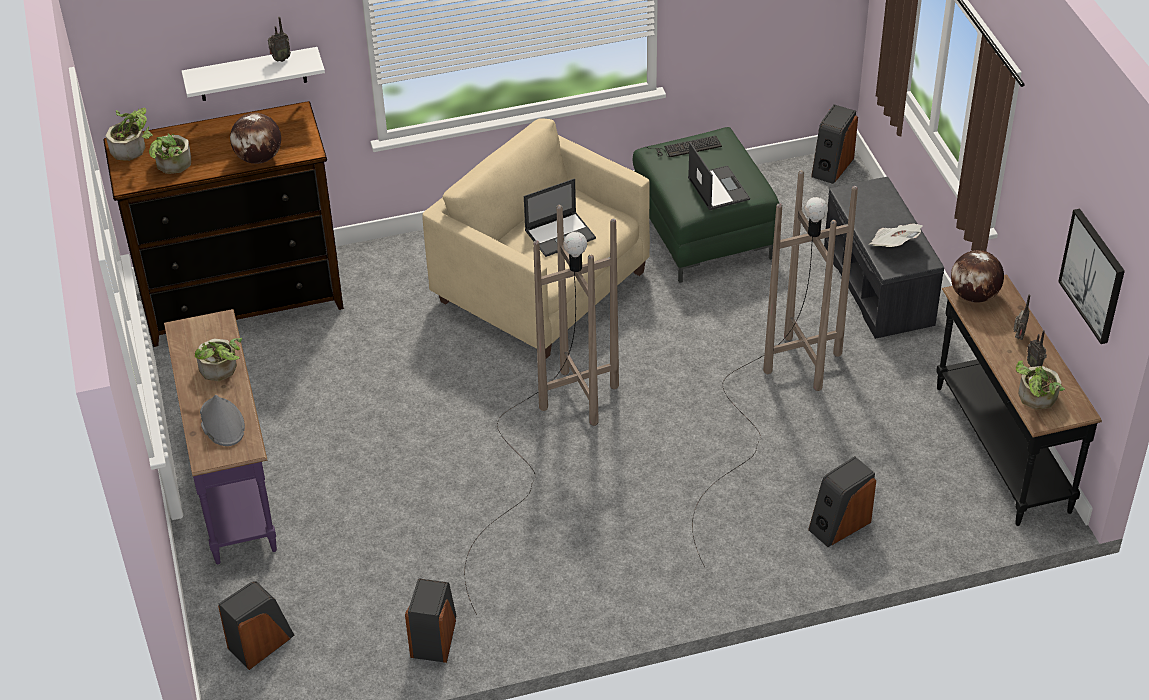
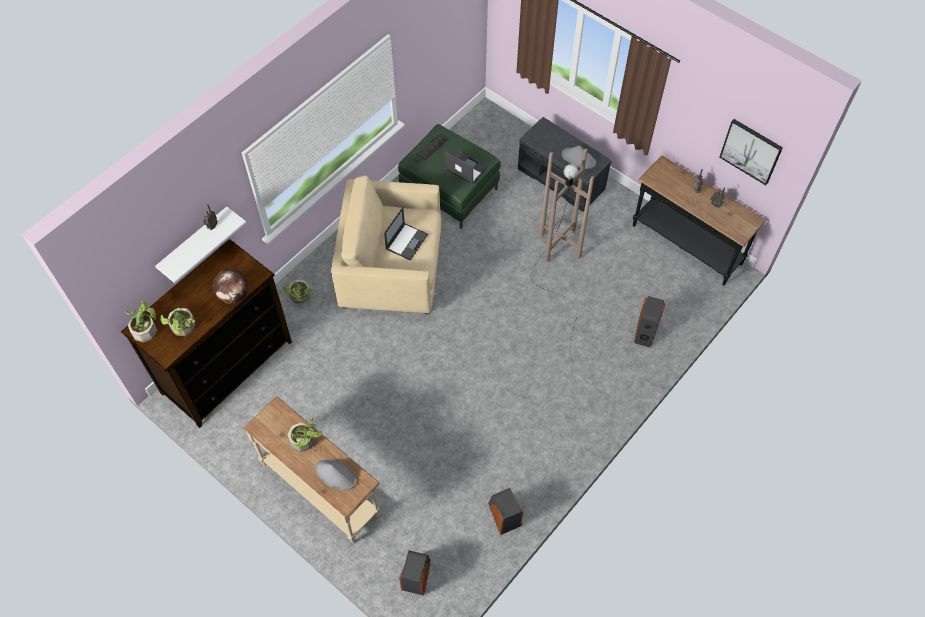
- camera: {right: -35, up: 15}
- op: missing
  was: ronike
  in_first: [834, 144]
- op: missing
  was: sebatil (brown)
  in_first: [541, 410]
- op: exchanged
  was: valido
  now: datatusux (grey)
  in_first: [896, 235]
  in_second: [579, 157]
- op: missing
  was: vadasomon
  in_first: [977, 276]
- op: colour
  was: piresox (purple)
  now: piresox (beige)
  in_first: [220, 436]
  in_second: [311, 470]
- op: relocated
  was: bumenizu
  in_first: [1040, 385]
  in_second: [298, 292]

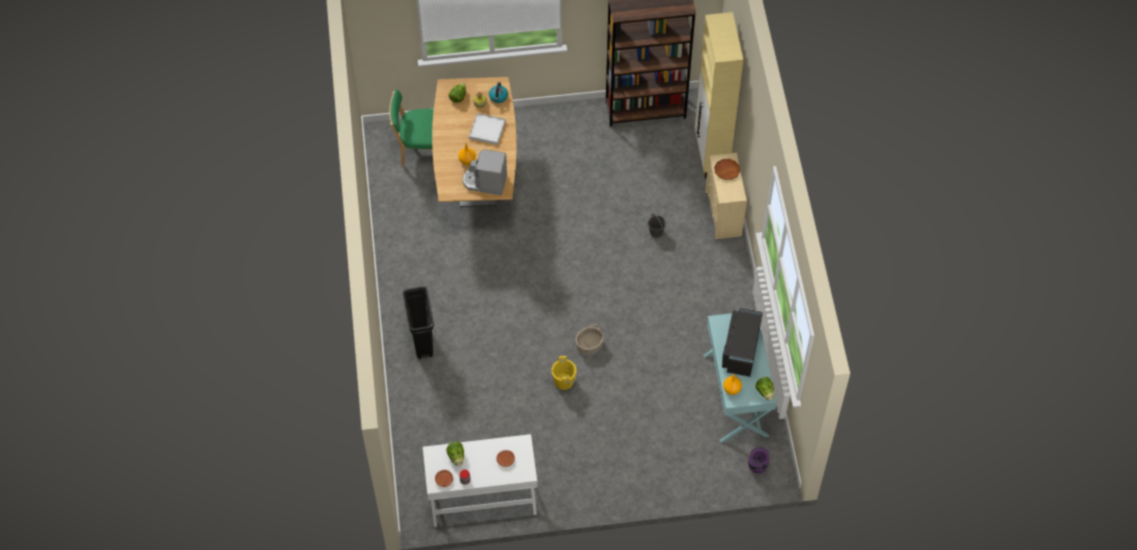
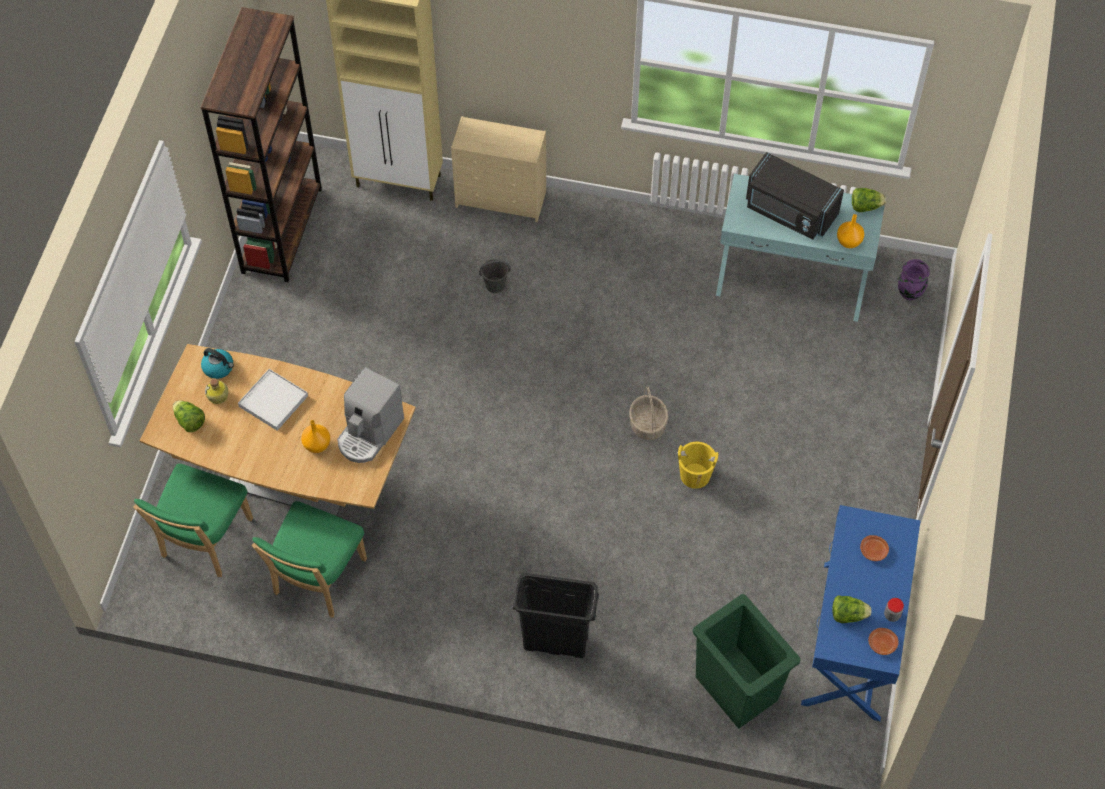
- camera: {right: -70, up: 0}
- op: missing
  was: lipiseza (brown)
  in_first: [727, 169]
- op: colour
  was: piresox (white)
  now: piresox (blue)
  in_first: [480, 480]
  in_second: [860, 613]
- op: appeared
  now: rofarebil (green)
  in_second: [309, 559]
- op: appeared
  now: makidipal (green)
  in_second: [746, 661]

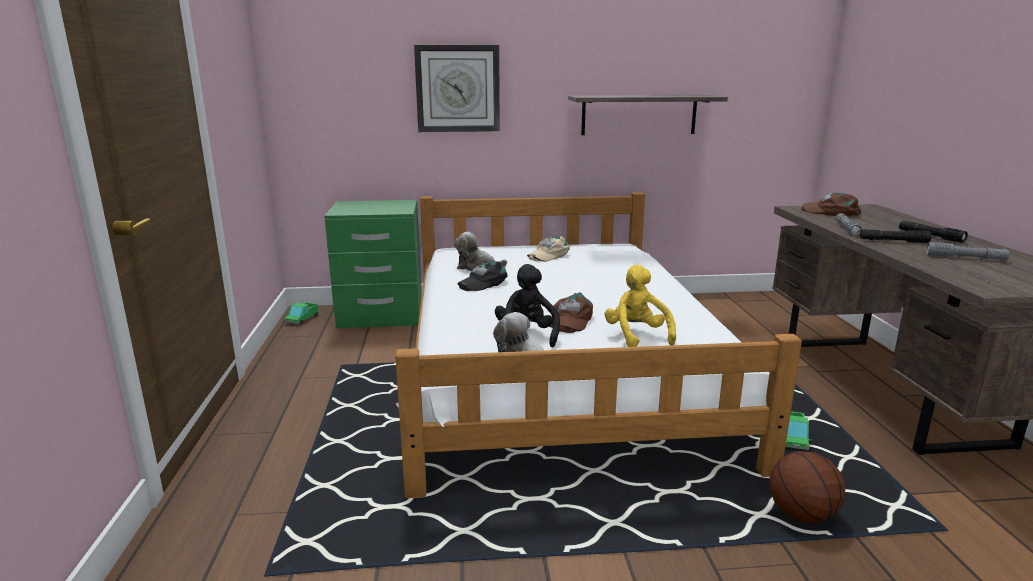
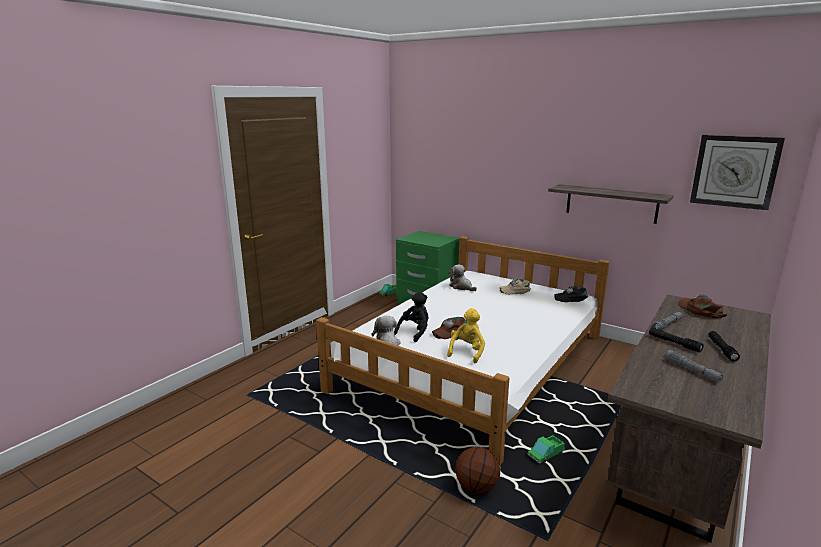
- camera: {right: 40, up: 0}
- op: relocated
  was: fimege
  in_first: [457, 88]
  in_second: [737, 172]
- op: relocated
  was: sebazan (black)
  in_first: [482, 276]
  in_second: [571, 294]

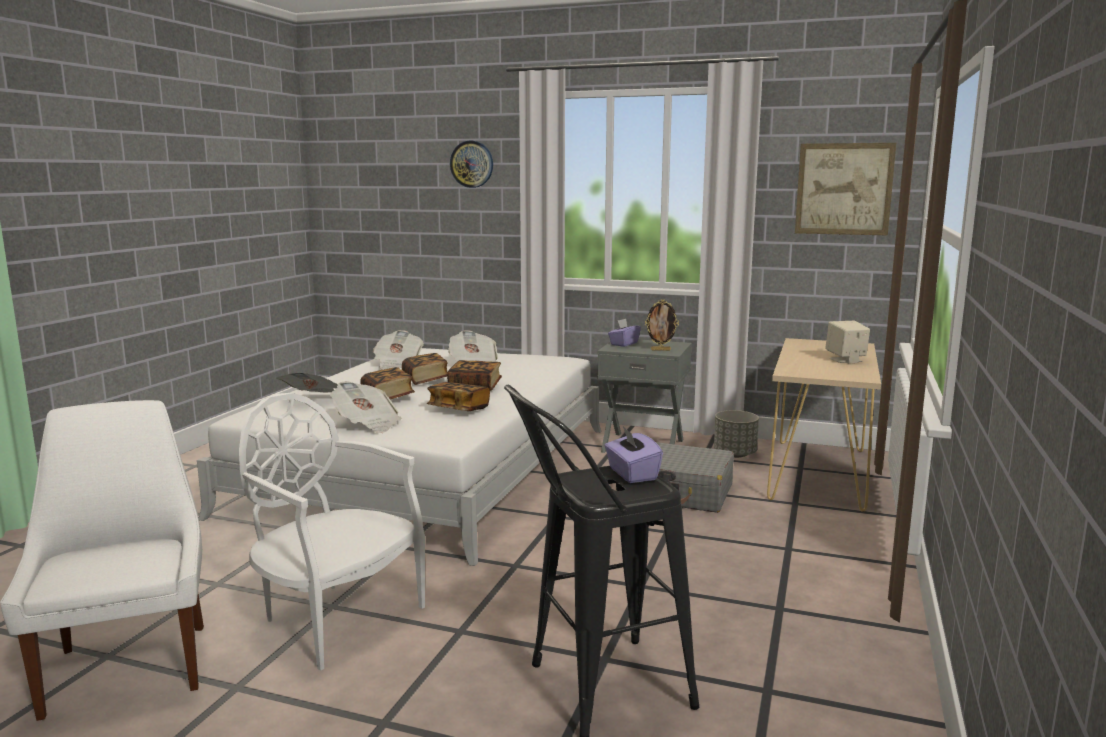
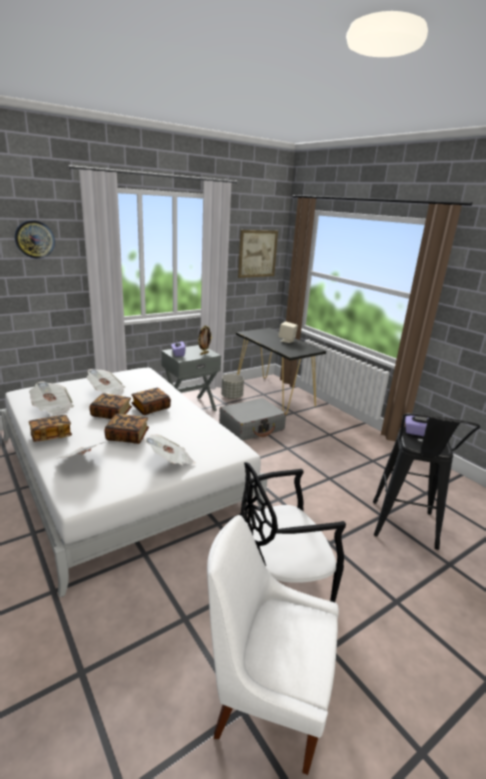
- camera: {right: -55, up: 10}
- op: colour
  was: piresox (beige)
  now: piresox (black)
  in_first: [824, 425]
  in_second: [281, 371]
- op: relocated
  was: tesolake
  in_first: [458, 396]
  in_second: [50, 428]
- op: colour
  was: rofarebil (white)
  now: rofarebil (black)
  in_first: [332, 531]
  in_second: [293, 532]

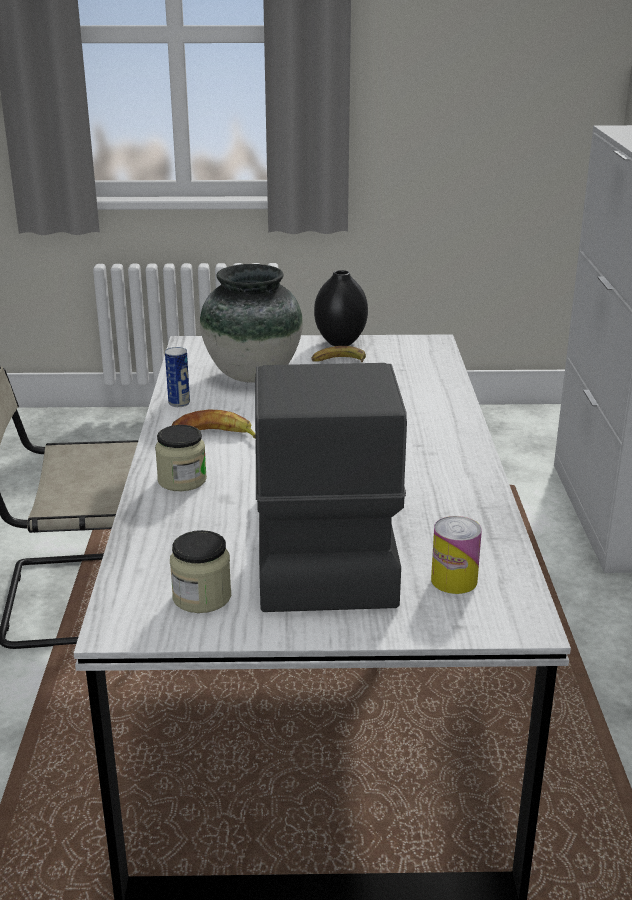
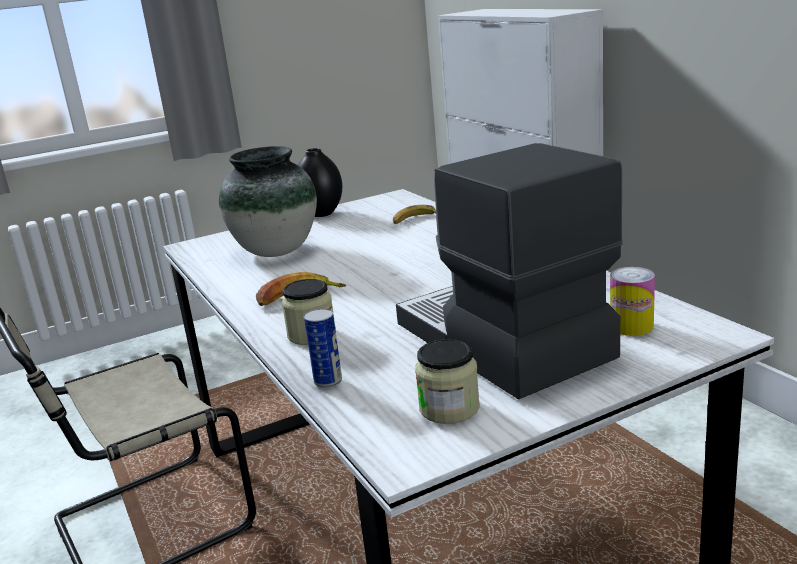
- camera: {right: -25, up: -5}
- op: relocated
  was: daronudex
  in_first: [338, 354]
  in_second: [414, 214]
- op: relocated
  was: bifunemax
  in_first: [177, 377]
  in_second: [323, 348]

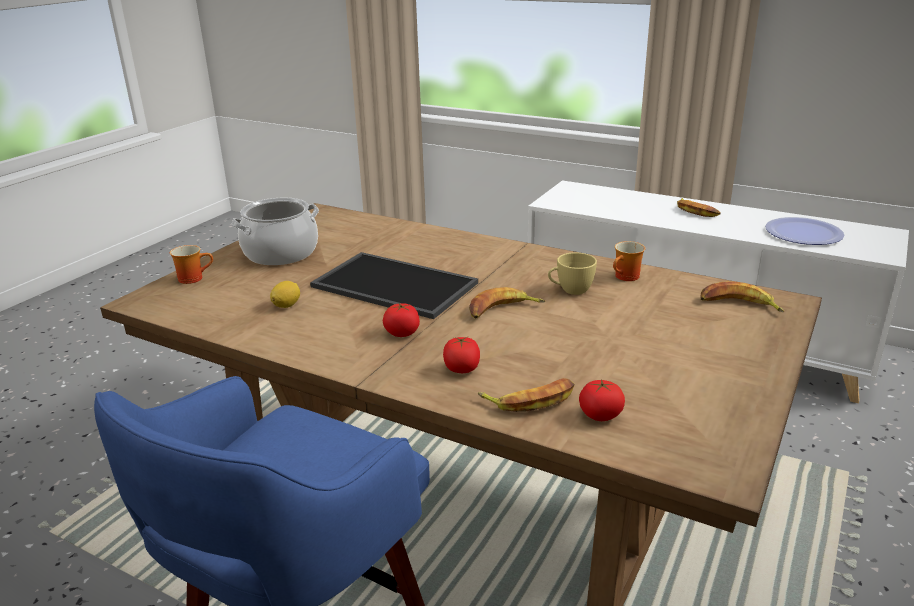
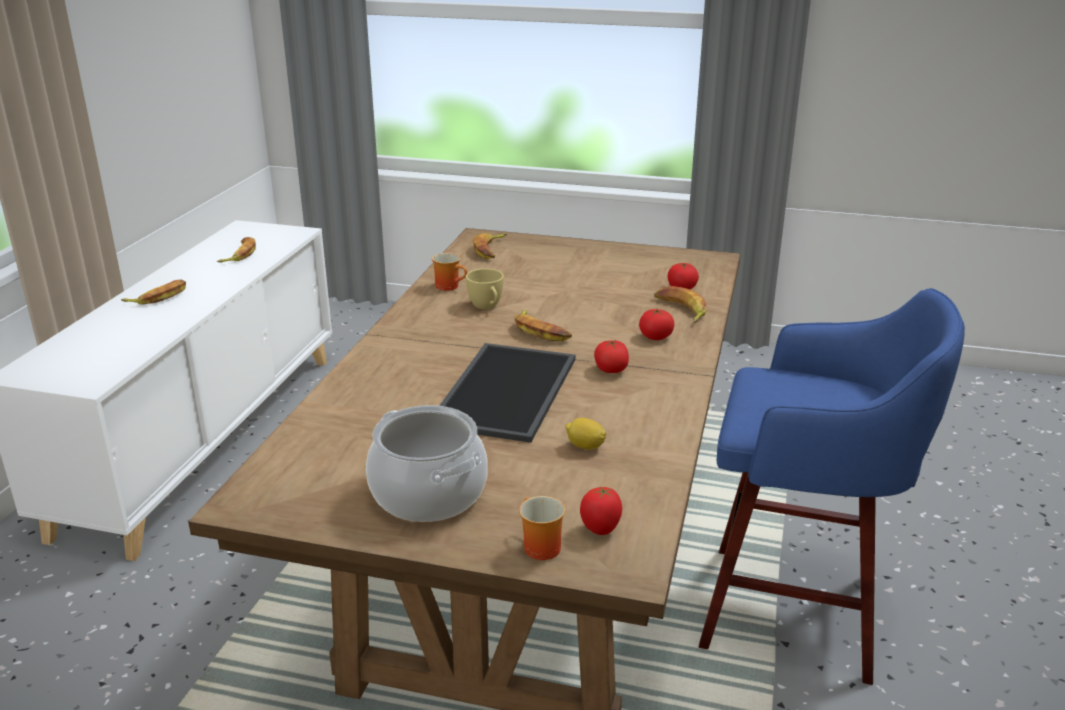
- camera: {right: -105, up: 0}
- op: exchanged
  was: lipiseza
  now: daronudex
  in_first: [805, 231]
  in_second: [236, 249]
- op: appeared
  now: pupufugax
  in_second: [601, 511]

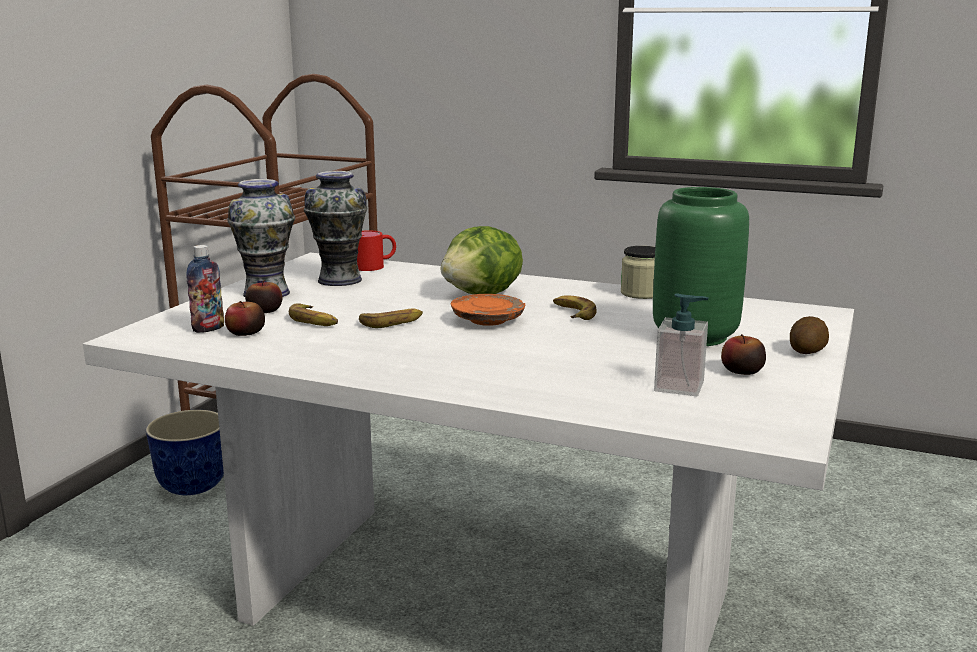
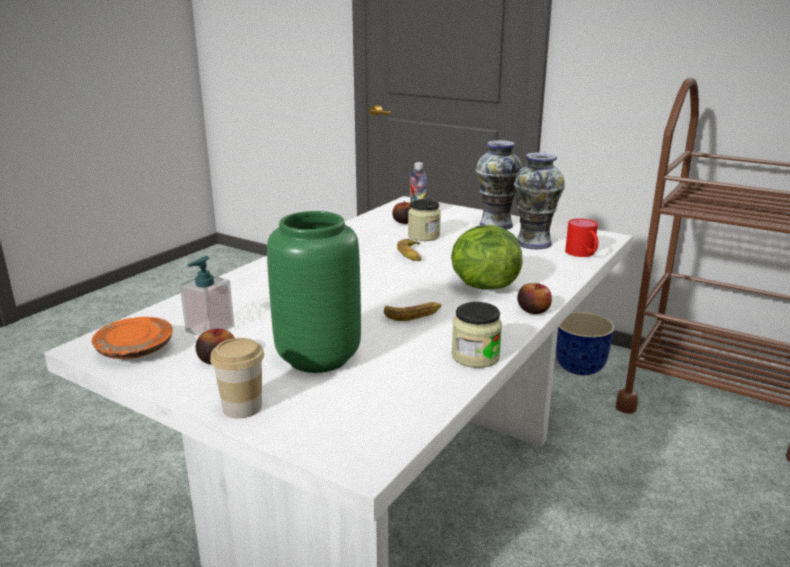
- camera: {right: 100, up: 5}
- op: relocated
  was: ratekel
  in_first: [263, 296]
  in_second: [534, 298]
- op: relocated
  was: lipiseza (orange)
  in_first: [488, 310]
  in_second: [132, 338]
- op: exchanged
  was: daronudex
  now: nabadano
  in_first: [313, 314]
  in_second: [424, 220]
- op: exchanged
  was: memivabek
  now: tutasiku
  in_first: [809, 335]
  in_second: [237, 378]

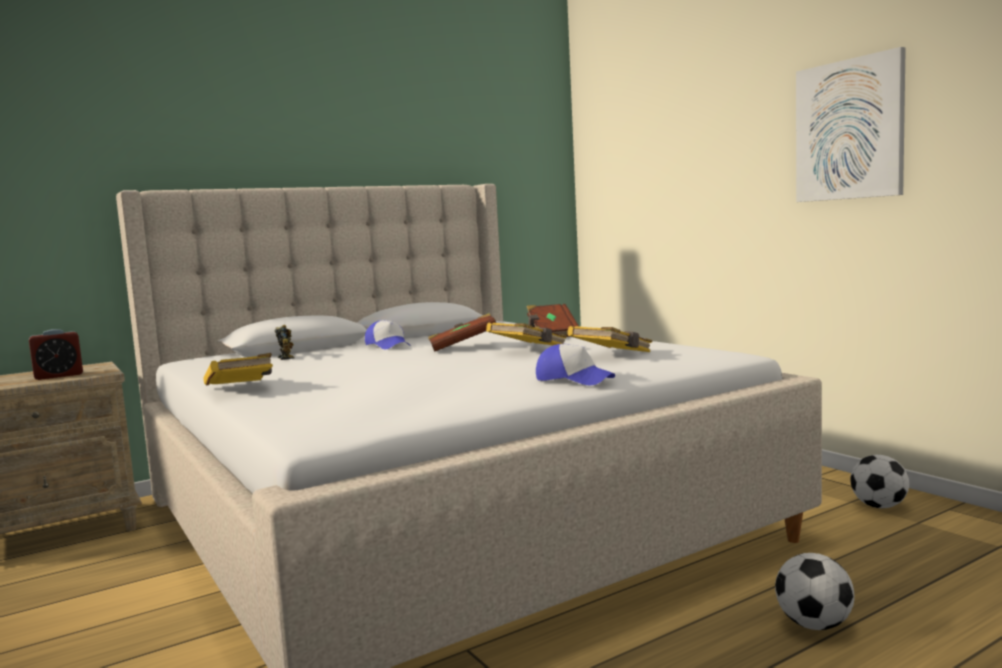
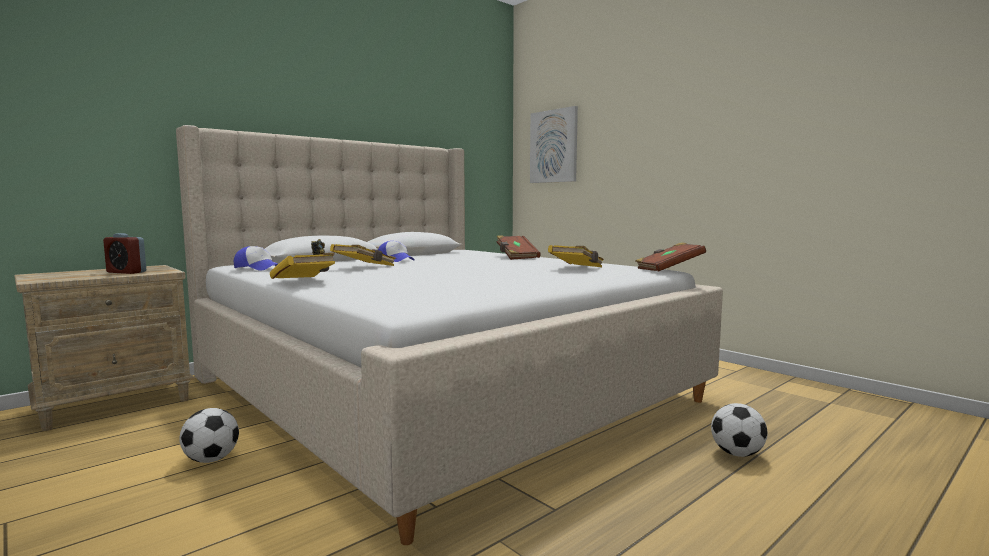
- camera: {right: -10, up: 0}
- op: relocated
  was: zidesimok
  in_first: [851, 124]
  in_second: [554, 144]
- op: relocated
  was: tesolake (brown)
  in_first: [462, 332]
  in_second: [671, 256]
- op: relocated
  was: tesolake (yellow)
  in_first: [526, 334]
  in_second: [363, 255]
- op: spun
  was: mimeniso
  in_first: [56, 354]
  in_second: [124, 253]
  clockwise: 60
- op: relocated
  was: sebazan
  in_first: [575, 364]
  in_second: [256, 258]
- op: relocated
  was: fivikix
  in_first: [879, 481]
  in_second: [209, 435]

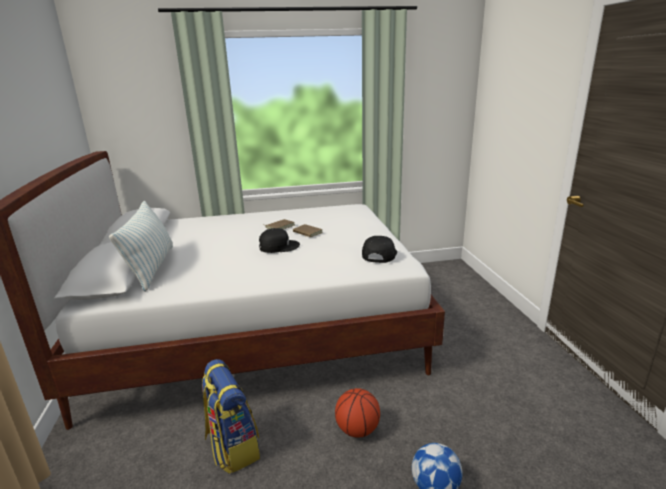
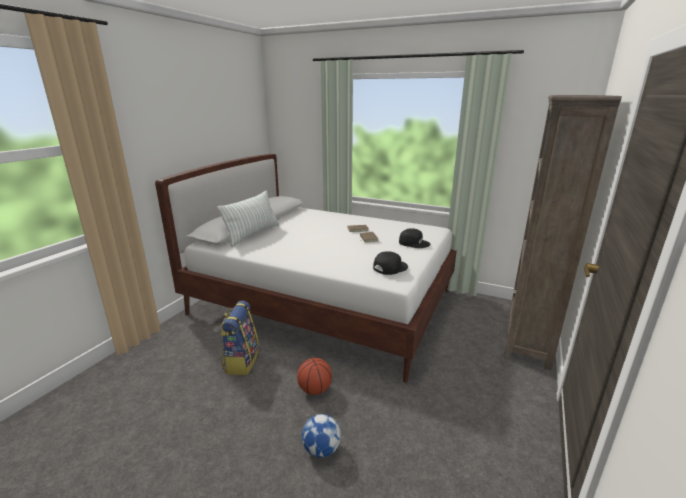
- camera: {right: 35, up: 0}
- op: relocated
  was: sebazan (black)
  in_first: [279, 240]
  in_second: [415, 238]
- op: appeared
  now: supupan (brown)
  in_second: [563, 233]

